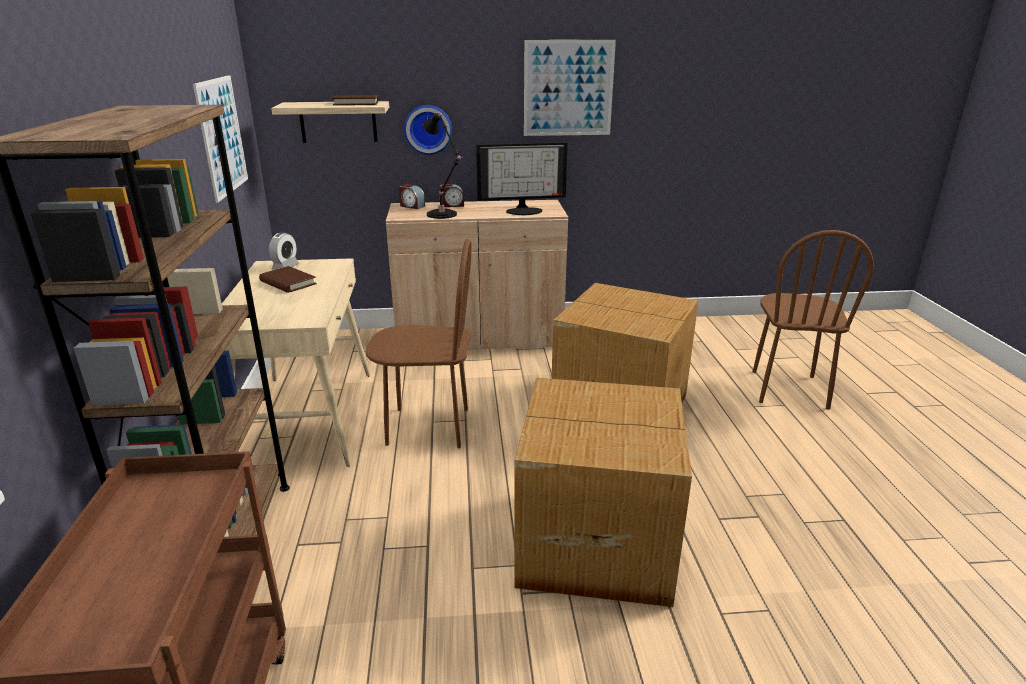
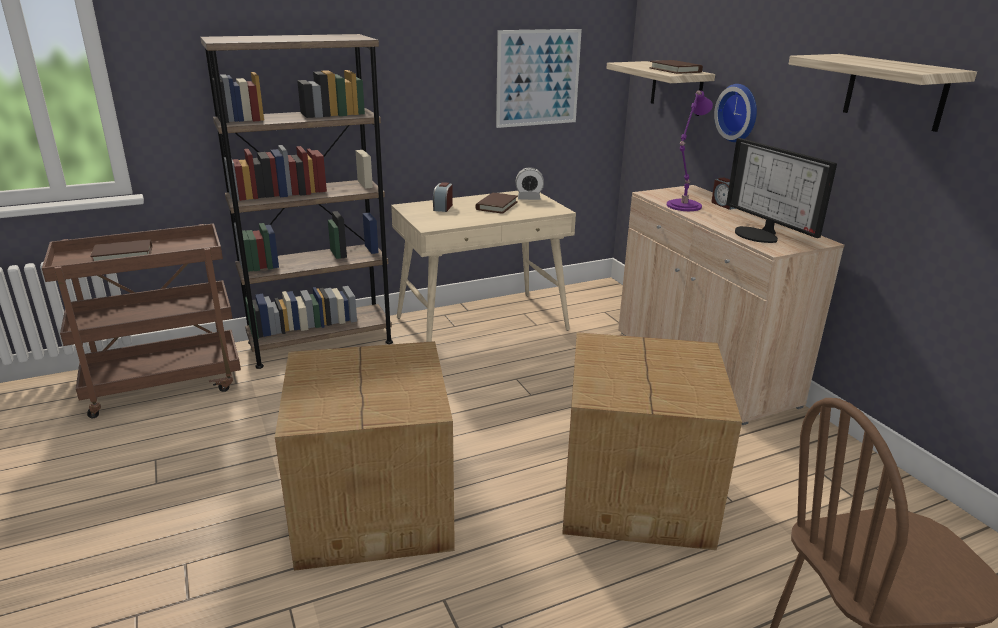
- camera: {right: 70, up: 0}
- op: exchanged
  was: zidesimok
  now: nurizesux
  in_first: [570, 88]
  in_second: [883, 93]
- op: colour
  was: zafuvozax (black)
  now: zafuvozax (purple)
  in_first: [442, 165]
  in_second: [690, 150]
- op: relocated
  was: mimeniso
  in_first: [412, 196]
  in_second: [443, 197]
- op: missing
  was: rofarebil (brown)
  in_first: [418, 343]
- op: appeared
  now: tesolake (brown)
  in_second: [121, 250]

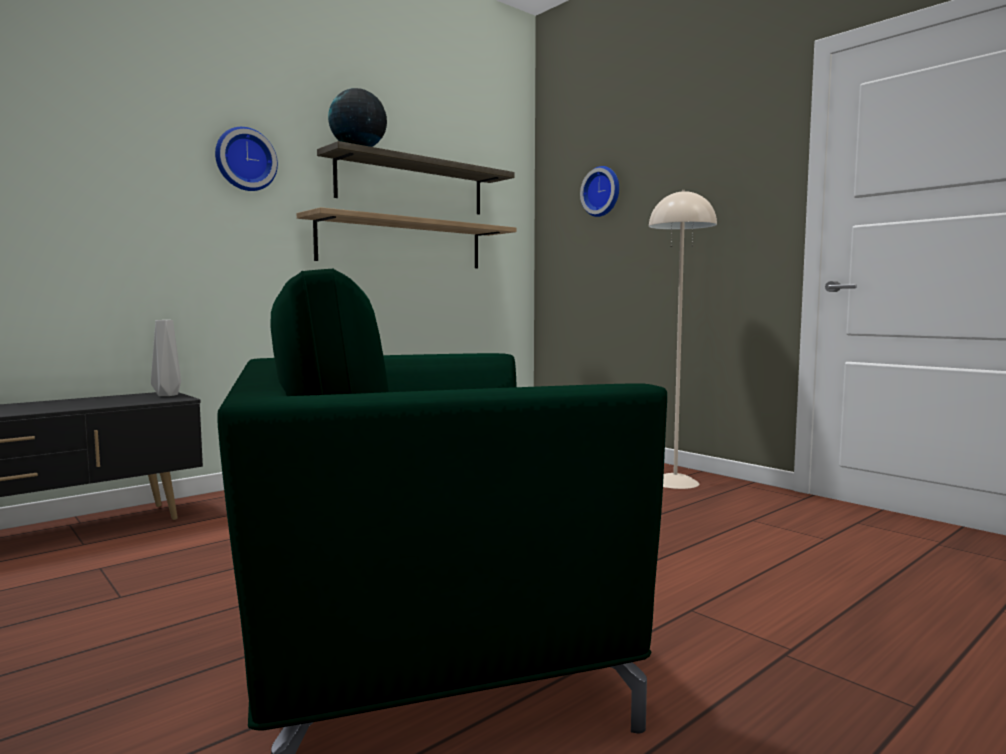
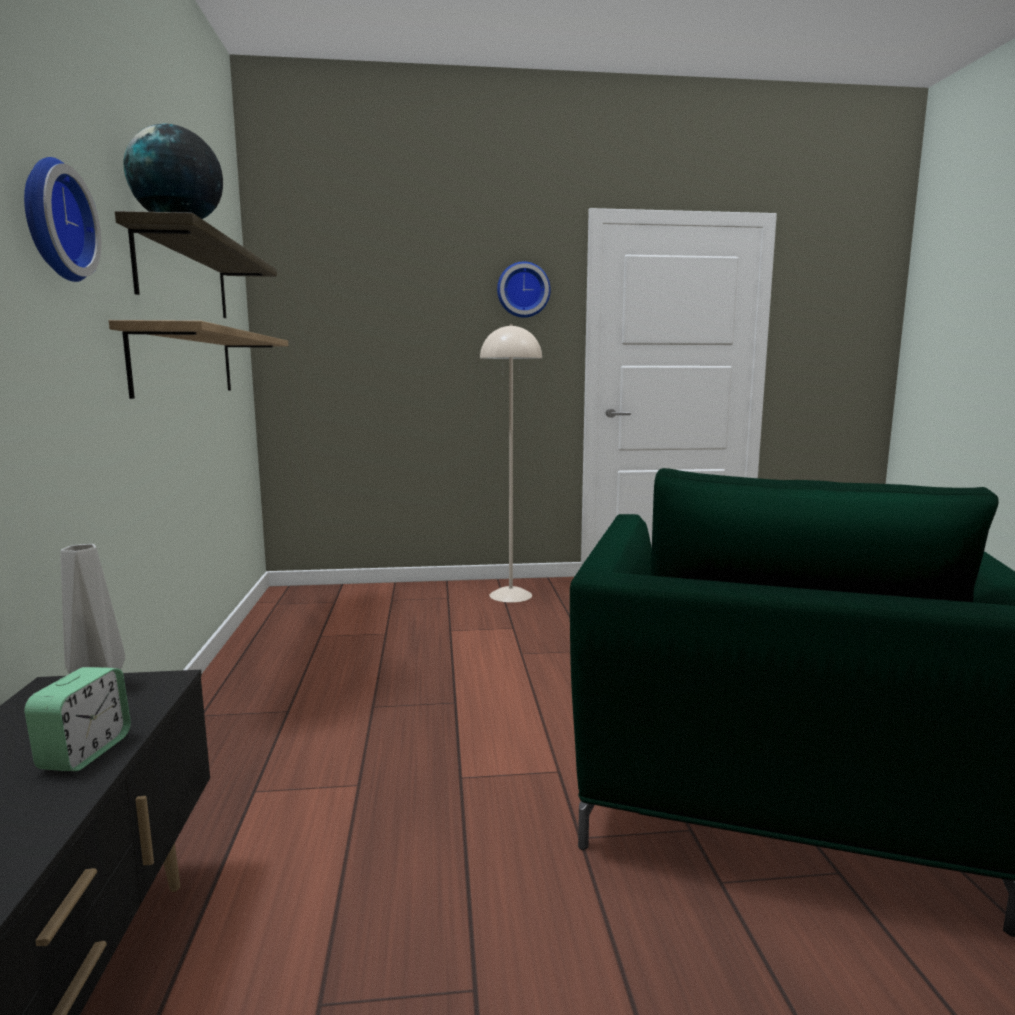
- camera: {right: -55, up: 5}
- op: relocated
  was: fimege
  in_first: [599, 191]
  in_second: [524, 289]
- op: appeared
  now: mimeniso
  in_second: [77, 719]

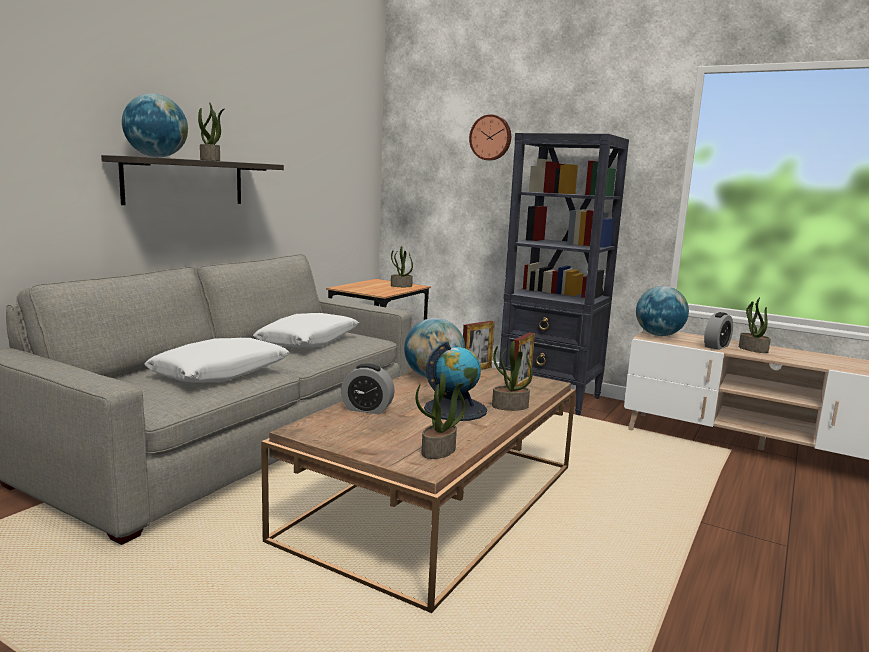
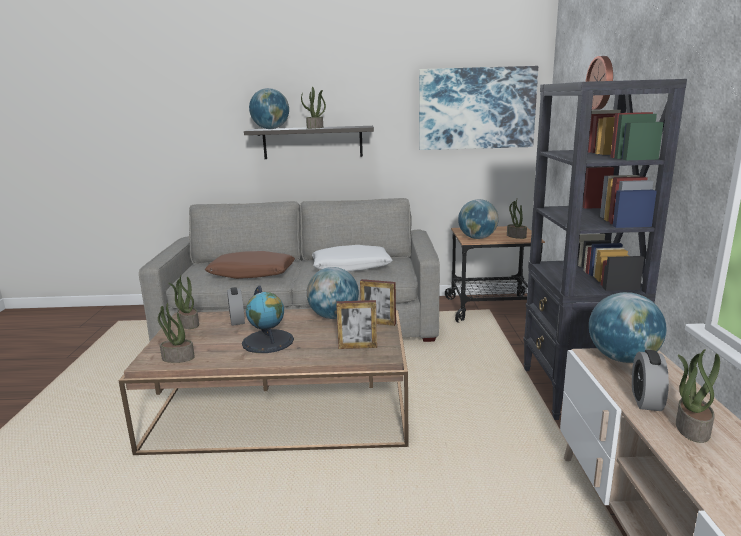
- camera: {right: 60, up: 5}
- op: spun
  was: mimeniso
  in_first: [718, 331]
  in_second: [650, 380]
  clockwise: 90
- op: colour
  was: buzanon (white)
  now: buzanon (brown)
  in_first: [217, 360]
  in_second: [250, 265]
- op: relocated
  was: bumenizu
  in_first: [512, 376]
  in_second: [184, 302]
- op: appeared
  now: zidesimok
  in_second: [478, 108]
- op: appeared
  now: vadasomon
  in_second: [478, 219]

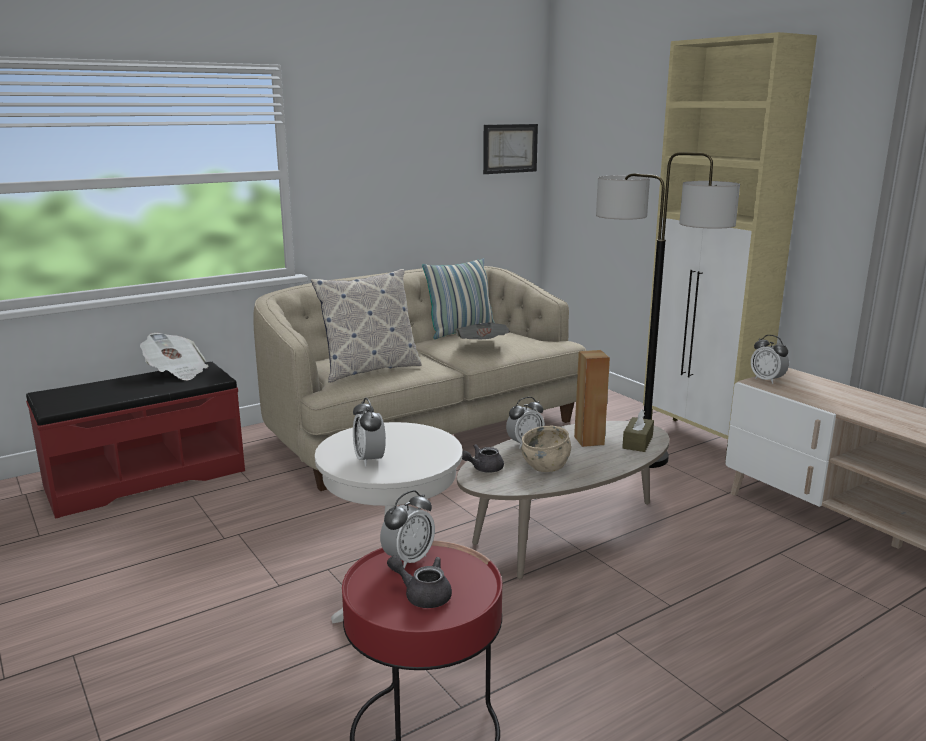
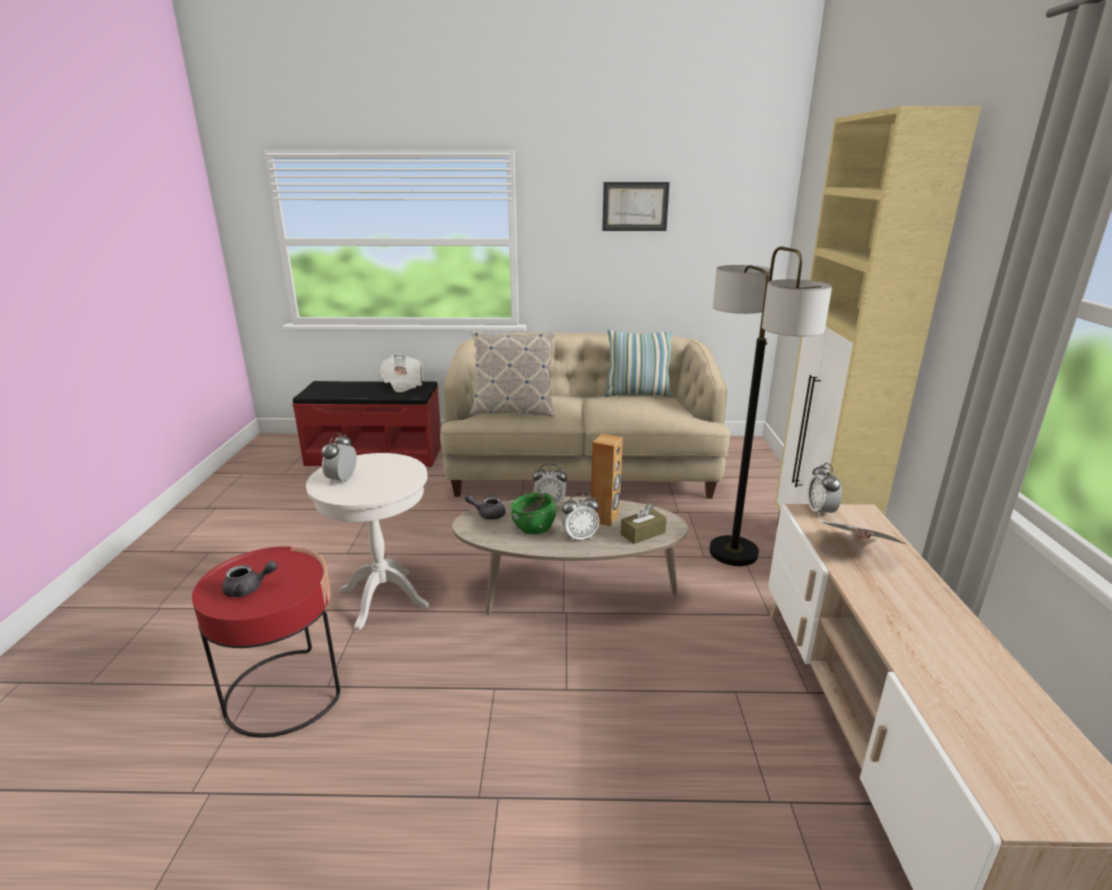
- camera: {right: 35, up: 5}
- op: relocated
  was: zidesimok
  in_first: [510, 149]
  in_second: [636, 206]
- op: relocated
  was: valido
  in_first: [482, 330]
  in_second: [860, 531]
- op: colour
  was: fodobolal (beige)
  now: fodobolal (green)
  in_first: [546, 449]
  in_second: [533, 513]
- op: relocated
  was: mimeniso
  in_first: [407, 529]
  in_second: [580, 517]
- op: spun
  was: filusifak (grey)
  in_first: [419, 581]
  in_second: [250, 579]
  clockwise: 105

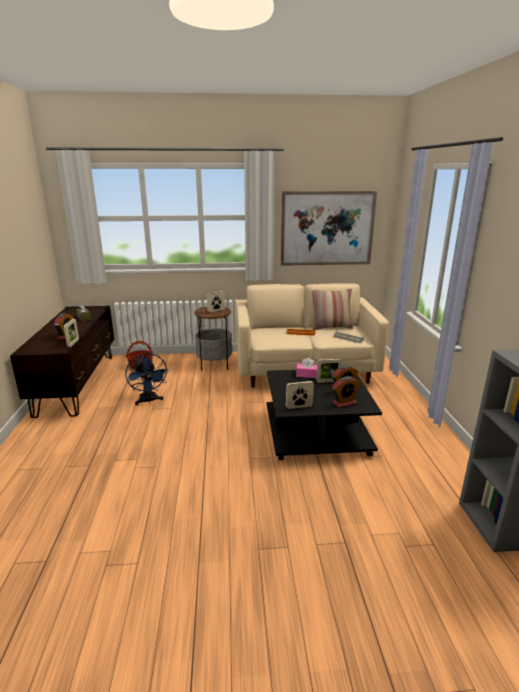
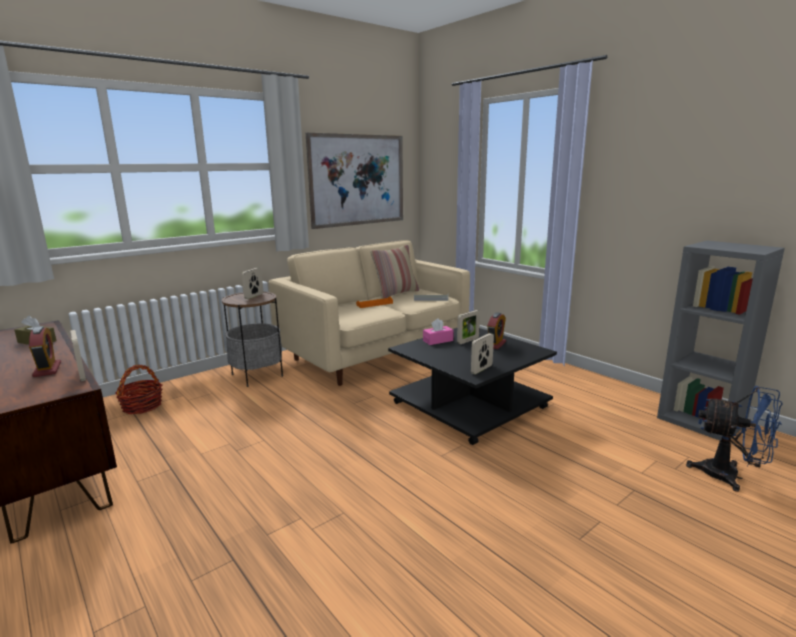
- camera: {right: -35, up: -5}
- op: relocated
  was: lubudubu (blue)
  in_first: [146, 379]
  in_second: [734, 439]
- op: missing
  was: mimeniso
  in_first: [346, 392]

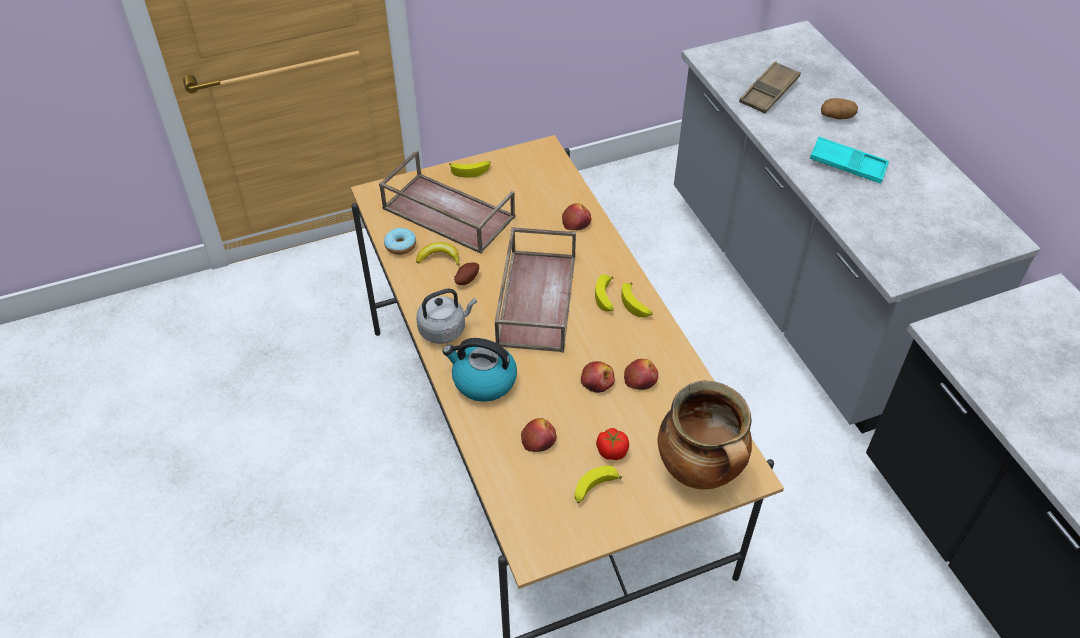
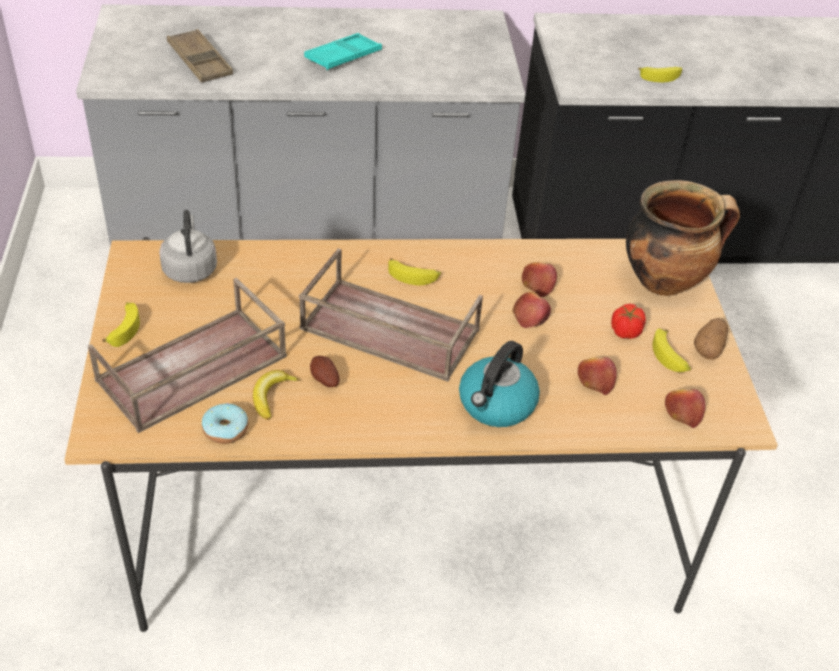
- camera: {right: -75, up: -5}
- op: relocated
  was: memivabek
  in_first: [839, 108]
  in_second: [711, 339]
- op: relocated
  was: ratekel
  in_first: [576, 216]
  in_second: [685, 408]
- op: relocated
  was: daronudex
  in_first: [637, 299]
  in_second: [660, 74]
- op: relocated
  was: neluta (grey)
  in_first: [446, 316]
  in_second: [188, 246]

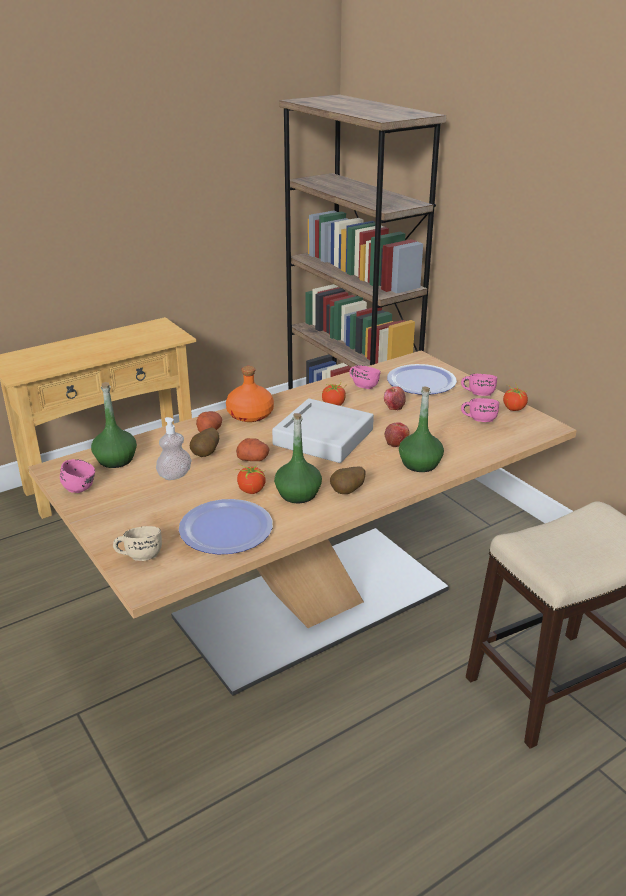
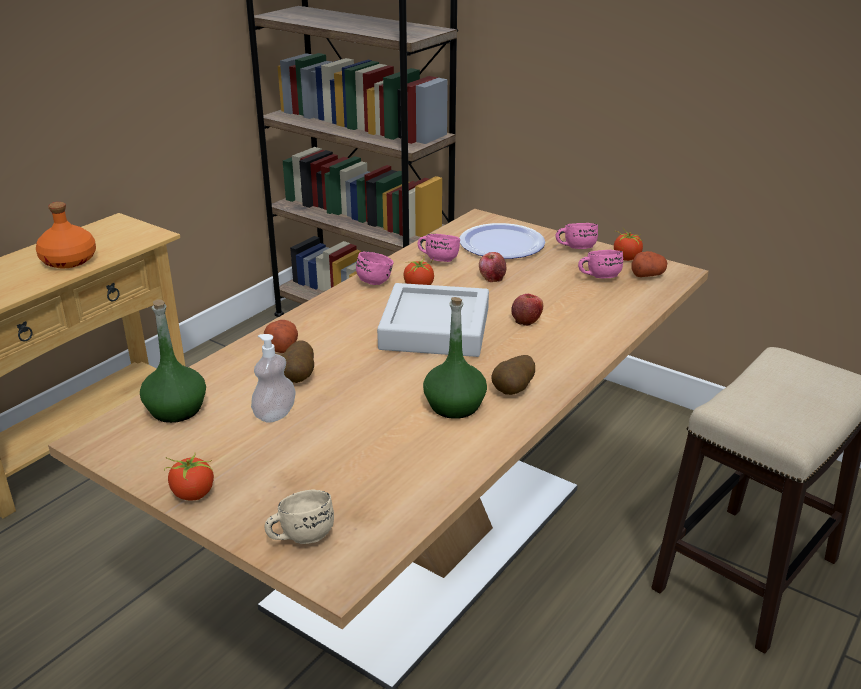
- camera: {right: -20, up: 0}
- op: relocated
  was: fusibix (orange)
  in_first: [250, 394]
  in_second: [66, 235]
- op: missing
  was: fusibix (green)
  in_first: [421, 429]
- op: relocated
  was: memivabek
  in_first: [253, 449]
  in_second: [649, 264]
- op: relocated
  was: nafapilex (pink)
  in_first: [77, 476]
  in_second: [375, 268]
- op: relocated
  was: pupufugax
  in_first: [250, 478]
  in_second: [189, 477]
- op: missing
  was: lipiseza
  in_first: [226, 526]

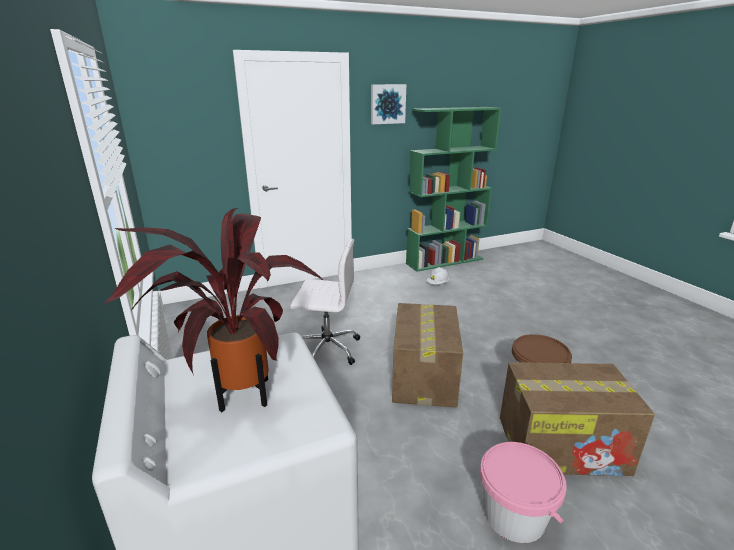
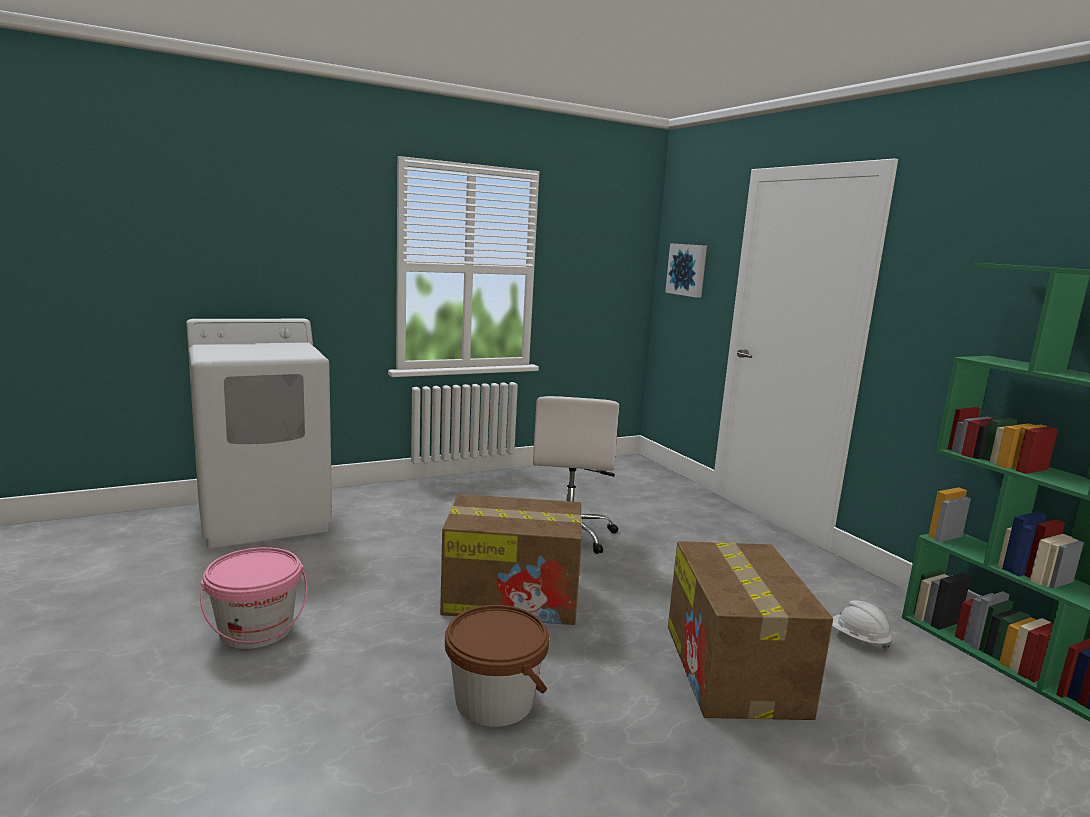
- camera: {right: 85, up: -10}
- op: relocated
  was: zidesimok
  in_first: [388, 104]
  in_second: [686, 270]
- op: missing
  was: bumenizu
  in_first: [212, 310]
- op: relocated
  was: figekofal
  in_first: [577, 419]
  in_second: [750, 630]

